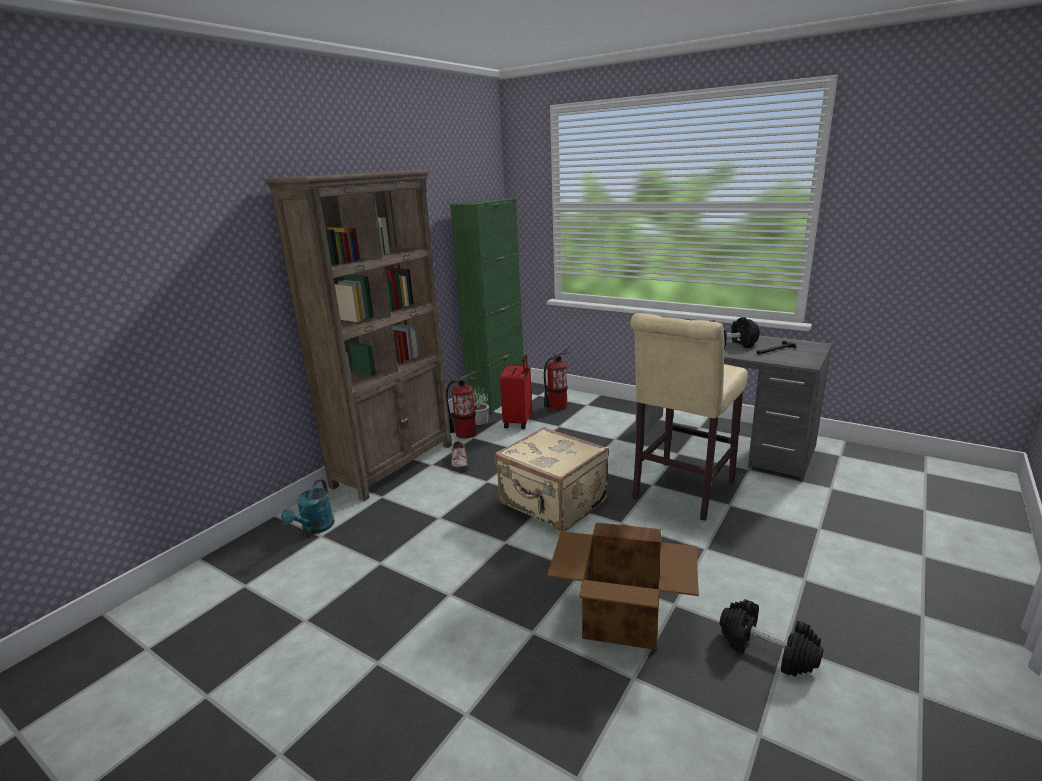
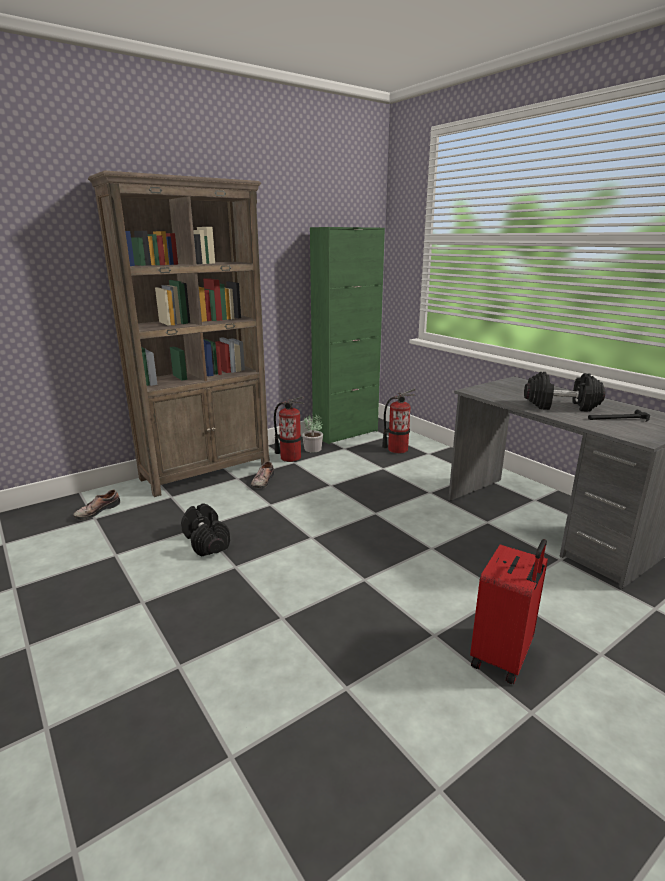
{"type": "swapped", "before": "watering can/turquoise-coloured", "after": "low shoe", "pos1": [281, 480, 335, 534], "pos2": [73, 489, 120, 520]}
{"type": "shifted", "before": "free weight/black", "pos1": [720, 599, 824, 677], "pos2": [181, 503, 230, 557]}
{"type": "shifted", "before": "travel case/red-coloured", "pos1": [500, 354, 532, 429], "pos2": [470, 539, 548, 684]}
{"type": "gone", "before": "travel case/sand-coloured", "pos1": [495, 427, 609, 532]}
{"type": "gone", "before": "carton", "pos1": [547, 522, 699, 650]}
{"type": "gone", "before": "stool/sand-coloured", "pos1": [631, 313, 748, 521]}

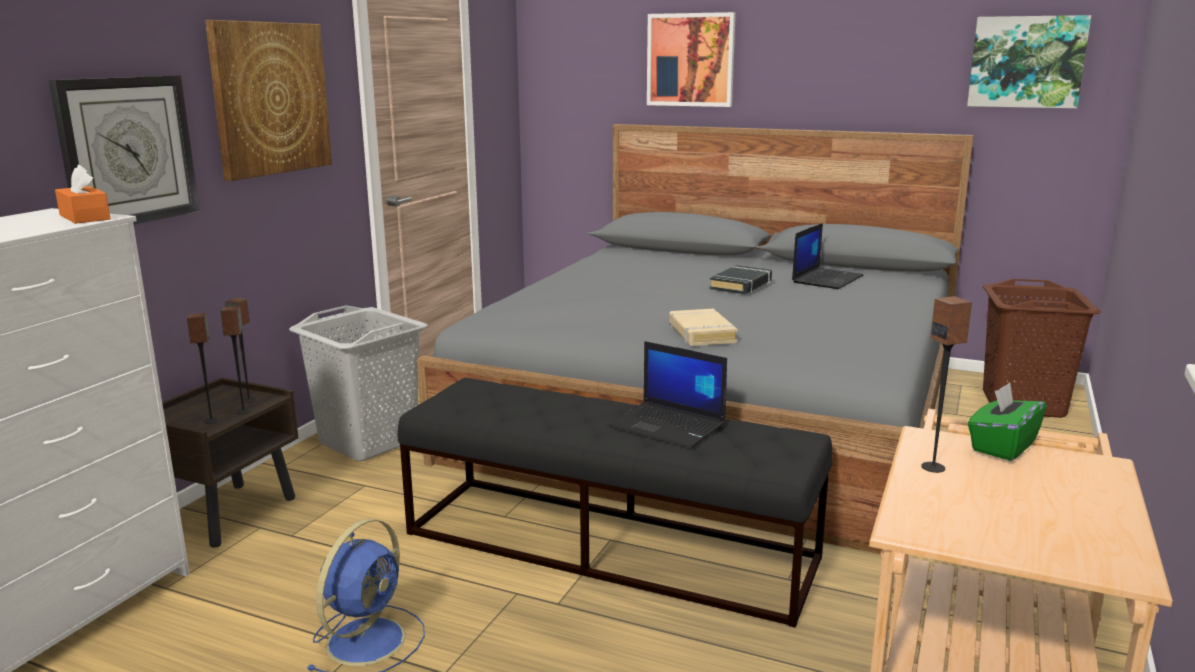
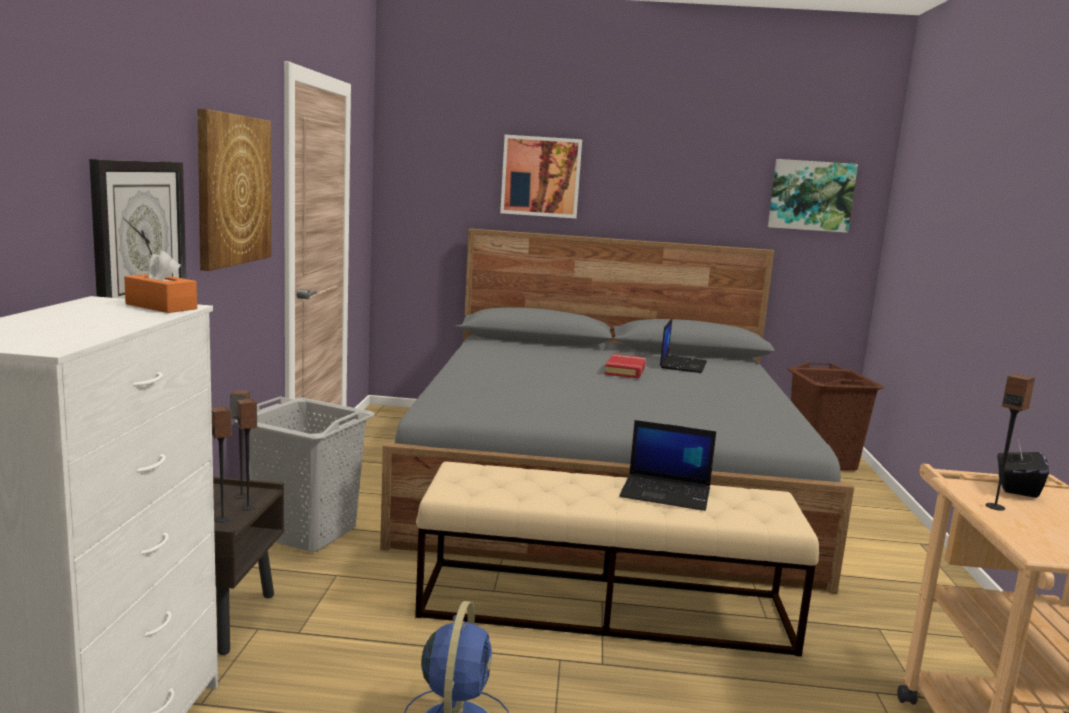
{"type": "repainted", "before": "long seat/black", "after": "long seat/sand-coloured", "pos1": [397, 378, 833, 628], "pos2": [415, 462, 819, 657]}
{"type": "repainted", "before": "book/black", "after": "book/red-coloured", "pos1": [709, 265, 772, 294], "pos2": [605, 354, 646, 378]}
{"type": "repainted", "before": "tissue holder/green-coloured", "after": "tissue holder/black", "pos1": [968, 382, 1047, 461], "pos2": [997, 440, 1049, 498]}
{"type": "gone", "before": "book/sand-coloured", "pos1": [669, 309, 738, 346]}

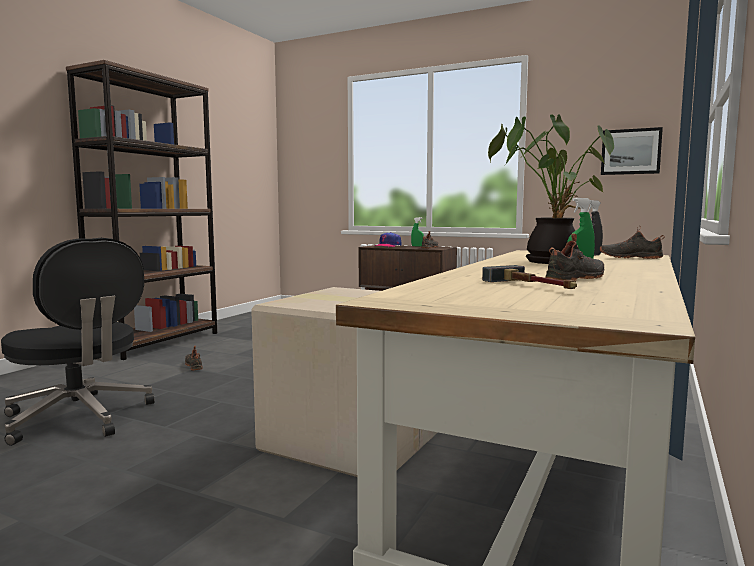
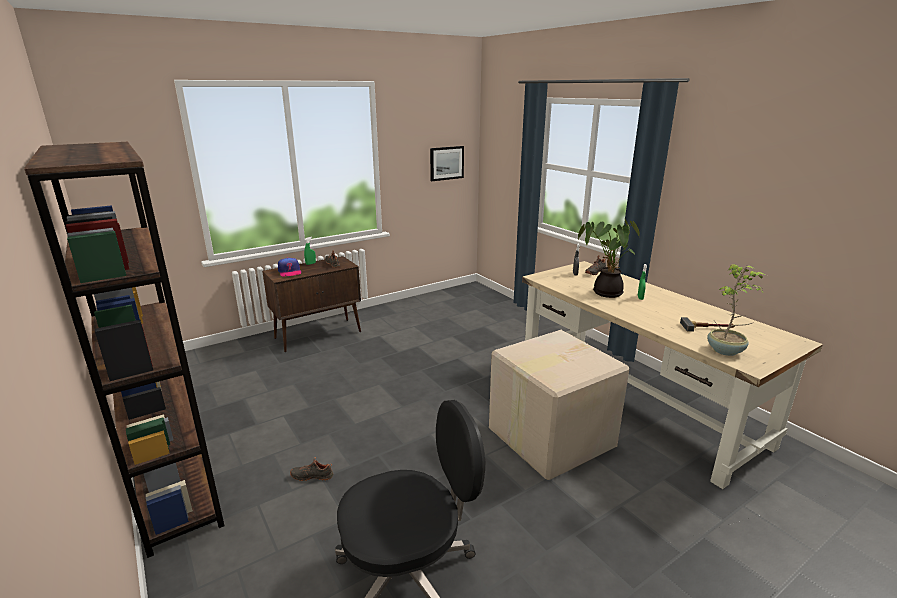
{"type": "new", "after": "plant in a pot", "pos2": [707, 264, 765, 356]}
{"type": "gone", "before": "low shoe/black", "pos1": [545, 233, 604, 281]}

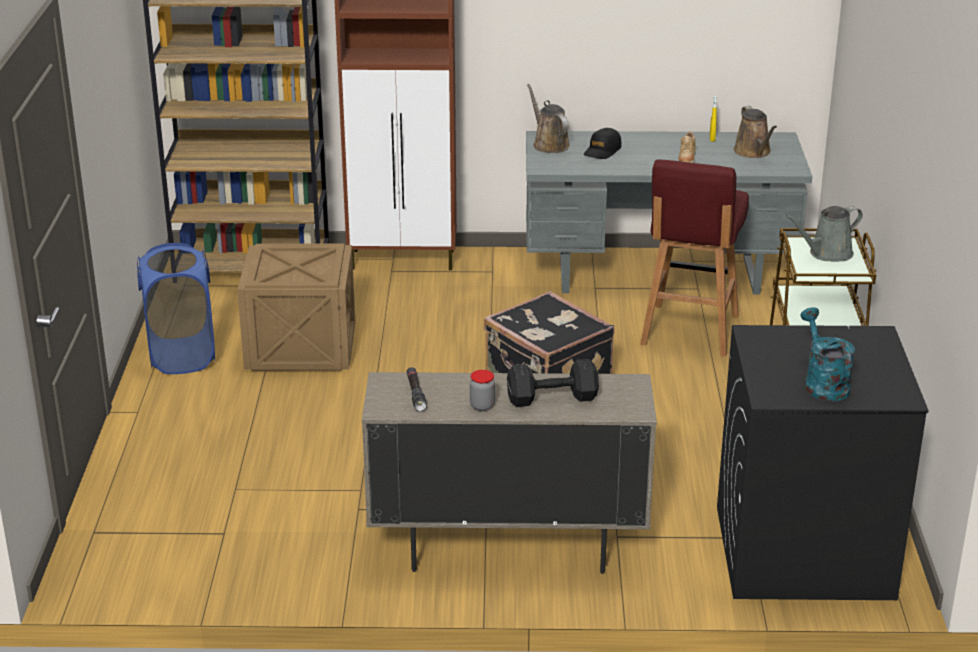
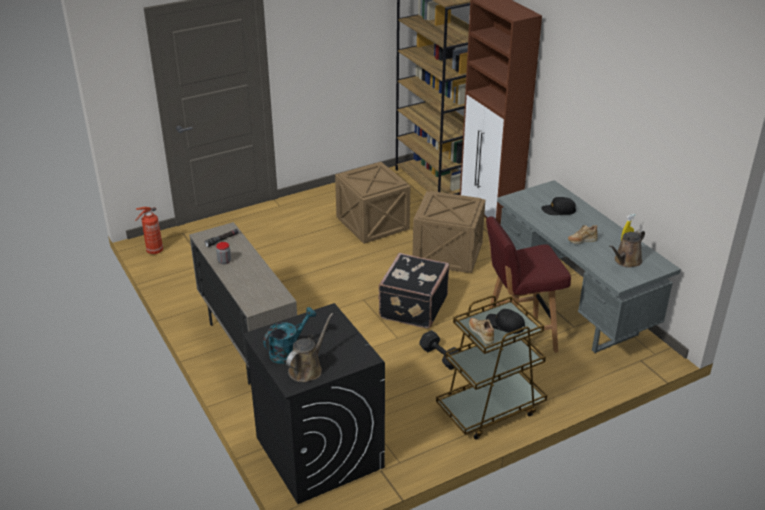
{"type": "new", "after": "extinguisher", "pos2": [135, 207, 163, 254]}
{"type": "shifted", "before": "watering can/brownish", "pos1": [527, 84, 570, 153], "pos2": [286, 313, 333, 382]}
{"type": "new", "after": "shipping crate", "pos2": [413, 191, 485, 273]}
{"type": "shifted", "before": "free weight/black", "pos1": [507, 359, 599, 407], "pos2": [419, 330, 459, 370]}
{"type": "new", "after": "low shoe/sand-coloured", "pos2": [469, 318, 494, 345]}
{"type": "swapped", "before": "watering can/gray", "after": "baseball cap/black", "pos1": [786, 206, 863, 261], "pos2": [486, 309, 525, 334]}
{"type": "gone", "before": "hamper/bluish", "pos1": [137, 243, 215, 374]}

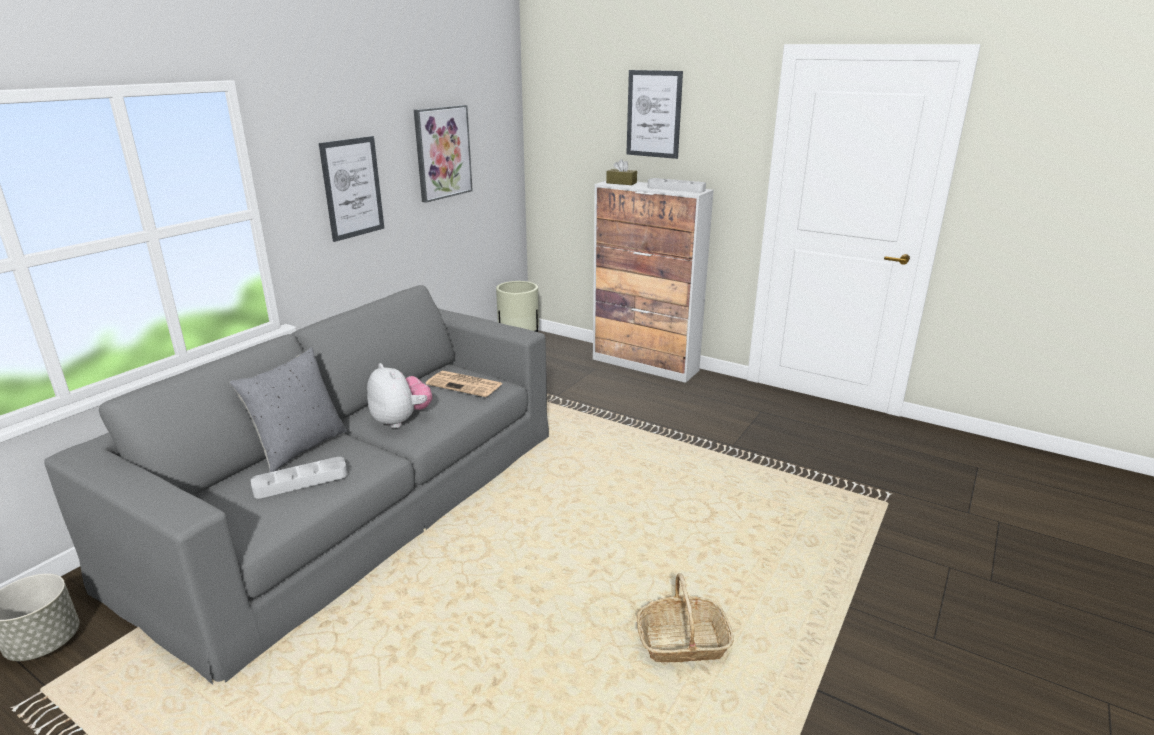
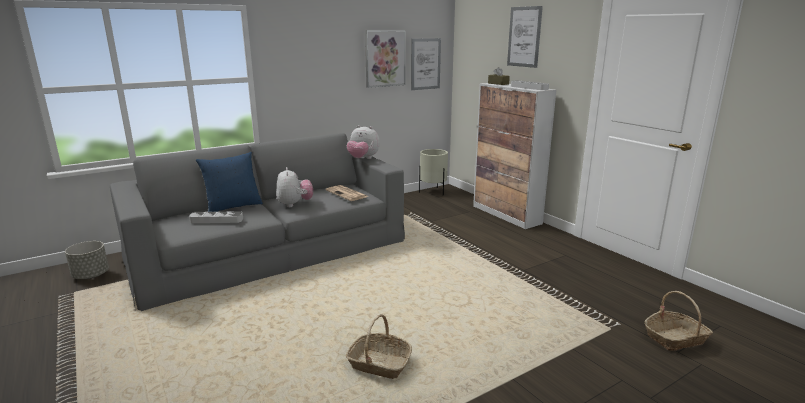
{"type": "repainted", "before": "throw pillow/gray", "after": "throw pillow/bluish", "pos1": [230, 347, 347, 472], "pos2": [196, 152, 263, 212]}
{"type": "new", "after": "cuddly toy", "pos2": [347, 125, 380, 159]}
{"type": "shifted", "before": "wall art", "pos1": [319, 136, 384, 242], "pos2": [411, 38, 441, 90]}
{"type": "new", "after": "basket", "pos2": [644, 291, 713, 351]}

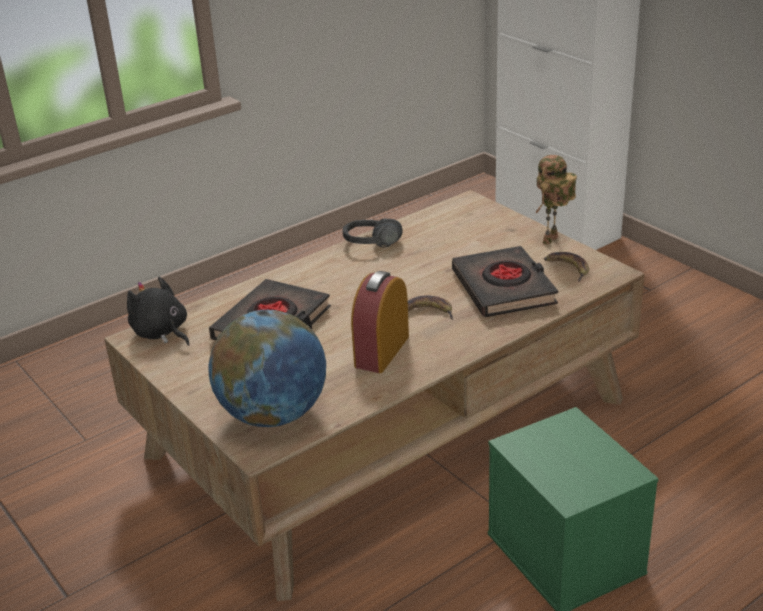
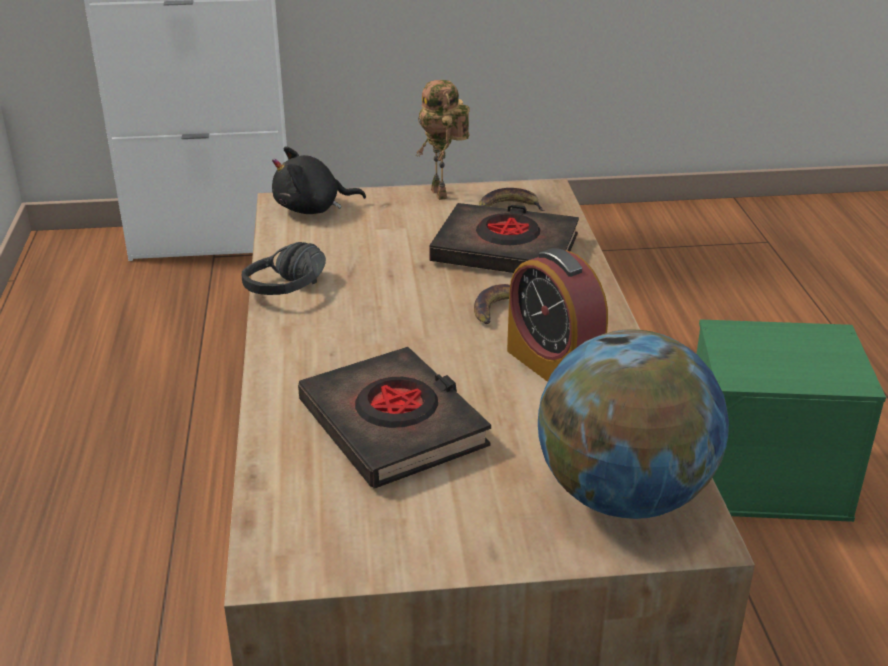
{"type": "shifted", "before": "cuddly toy/black", "pos1": [127, 277, 190, 346], "pos2": [272, 147, 366, 214]}

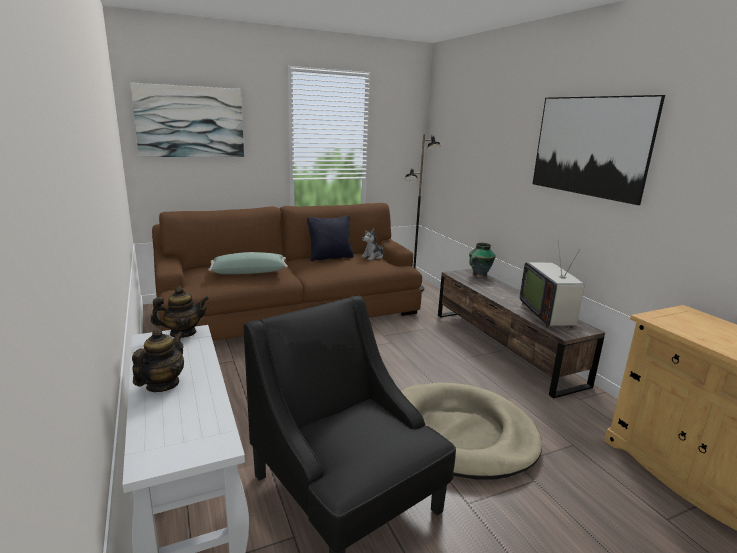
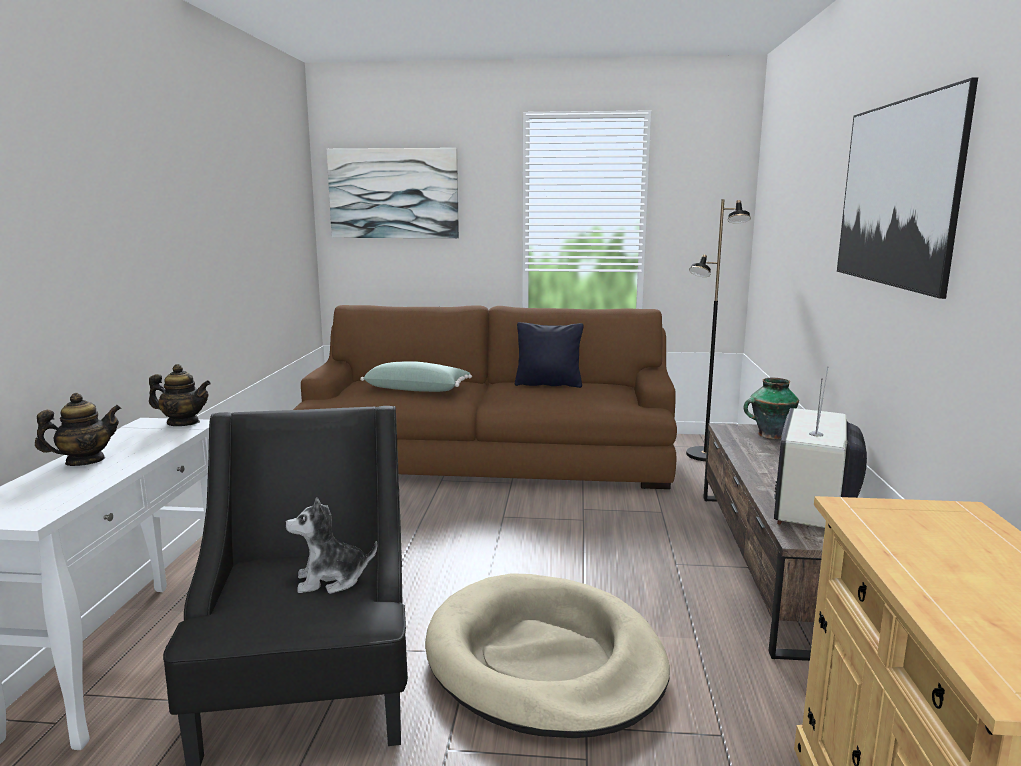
{"type": "shifted", "before": "cuddly toy", "pos1": [361, 228, 385, 260], "pos2": [285, 497, 378, 594]}

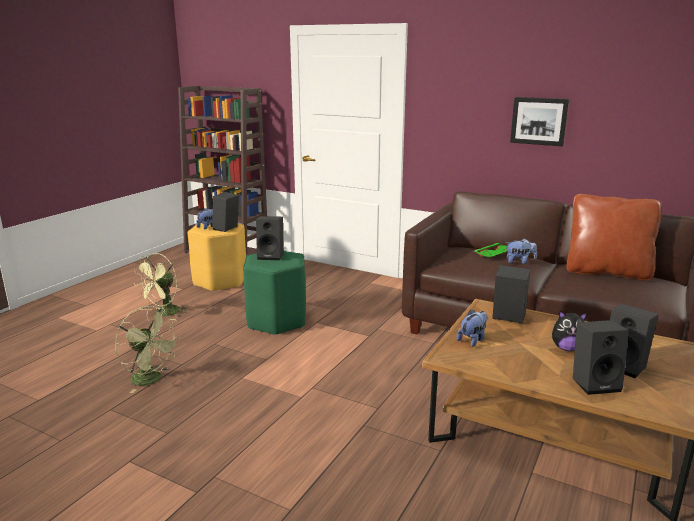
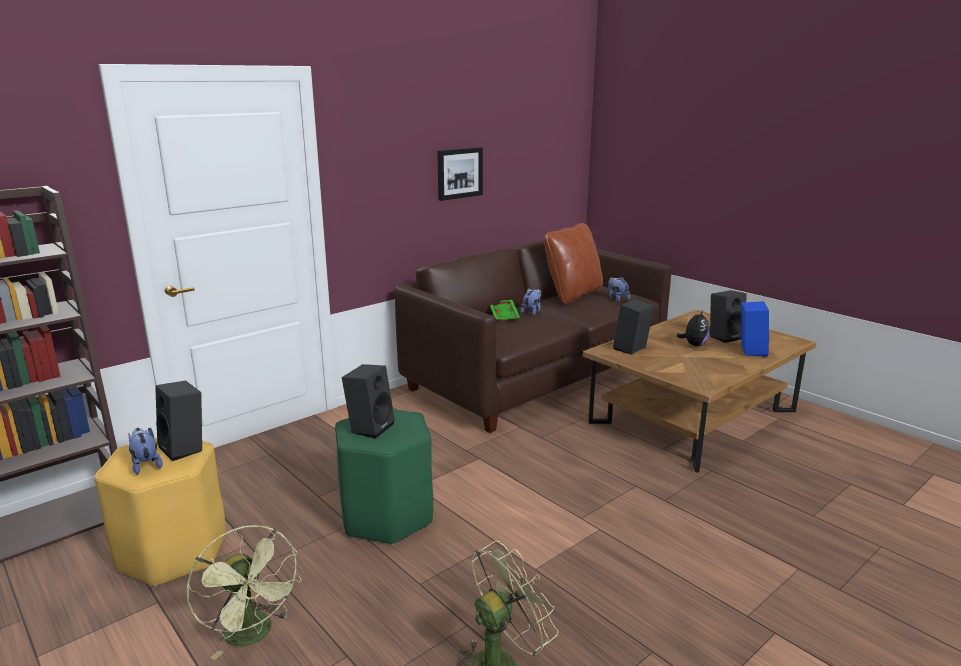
{"type": "shifted", "before": "cuddly toy", "pos1": [457, 310, 487, 347], "pos2": [608, 277, 630, 302]}
{"type": "repainted", "before": "loudspeaker/black", "after": "loudspeaker/bluish", "pos1": [573, 320, 629, 395], "pos2": [741, 301, 769, 357]}

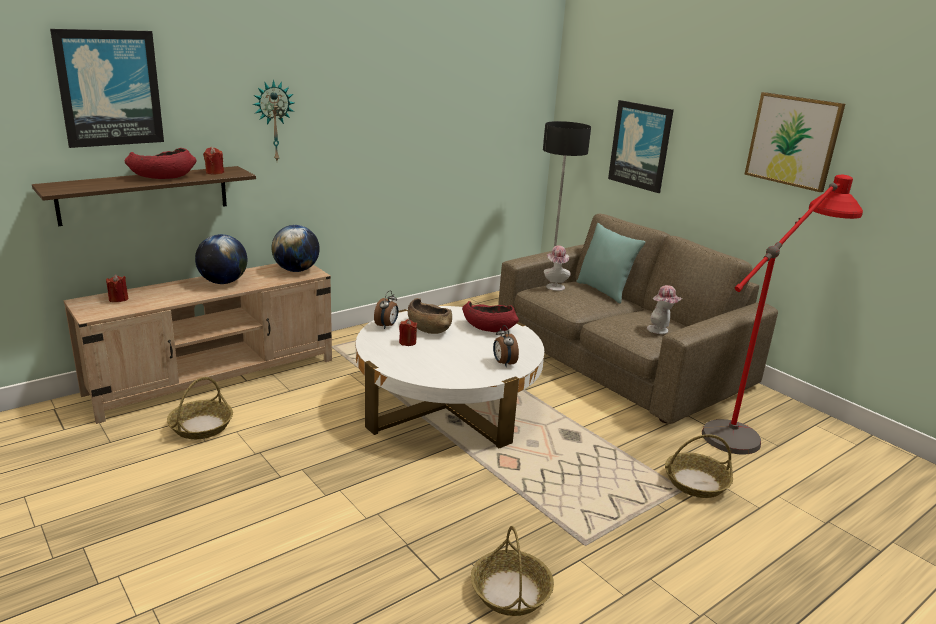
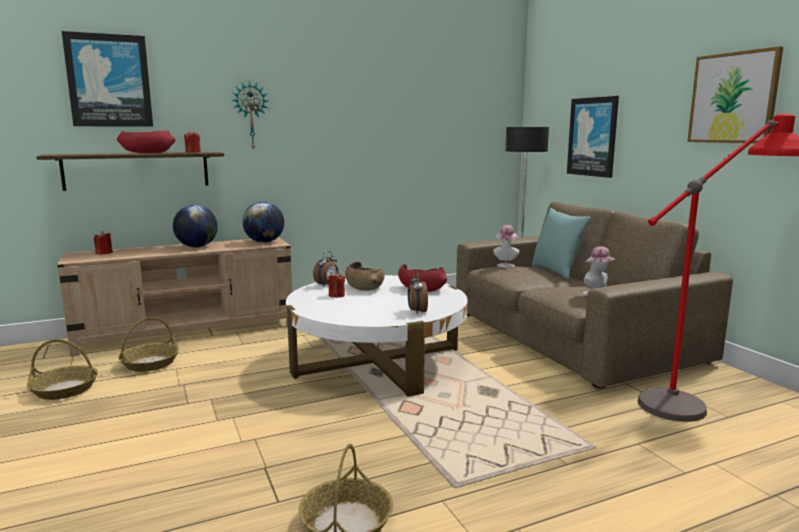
{"type": "shifted", "before": "basket", "pos1": [665, 434, 733, 498], "pos2": [27, 339, 98, 400]}

